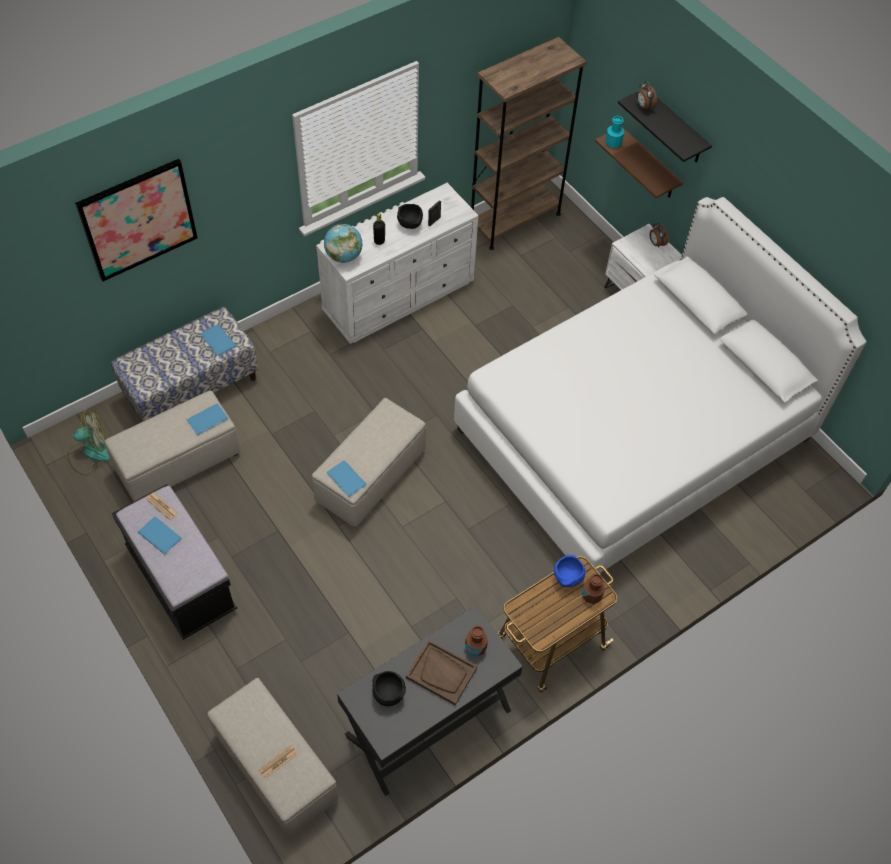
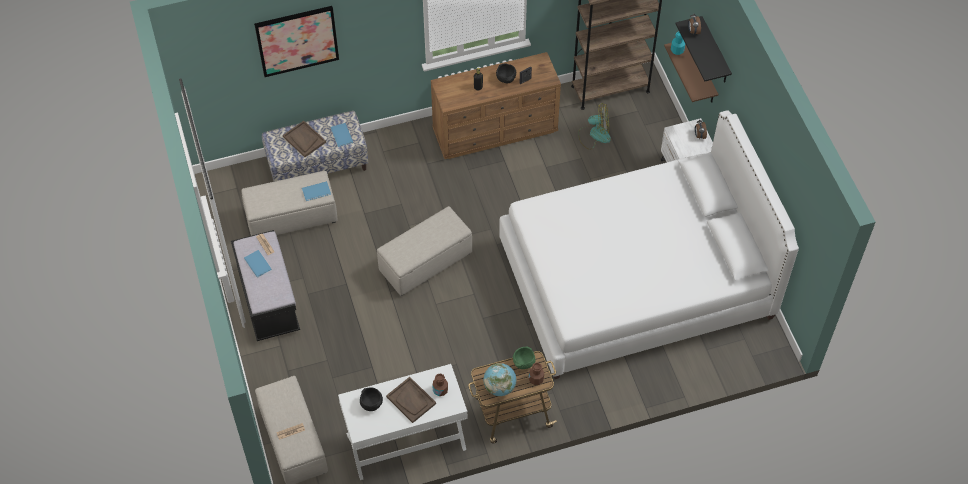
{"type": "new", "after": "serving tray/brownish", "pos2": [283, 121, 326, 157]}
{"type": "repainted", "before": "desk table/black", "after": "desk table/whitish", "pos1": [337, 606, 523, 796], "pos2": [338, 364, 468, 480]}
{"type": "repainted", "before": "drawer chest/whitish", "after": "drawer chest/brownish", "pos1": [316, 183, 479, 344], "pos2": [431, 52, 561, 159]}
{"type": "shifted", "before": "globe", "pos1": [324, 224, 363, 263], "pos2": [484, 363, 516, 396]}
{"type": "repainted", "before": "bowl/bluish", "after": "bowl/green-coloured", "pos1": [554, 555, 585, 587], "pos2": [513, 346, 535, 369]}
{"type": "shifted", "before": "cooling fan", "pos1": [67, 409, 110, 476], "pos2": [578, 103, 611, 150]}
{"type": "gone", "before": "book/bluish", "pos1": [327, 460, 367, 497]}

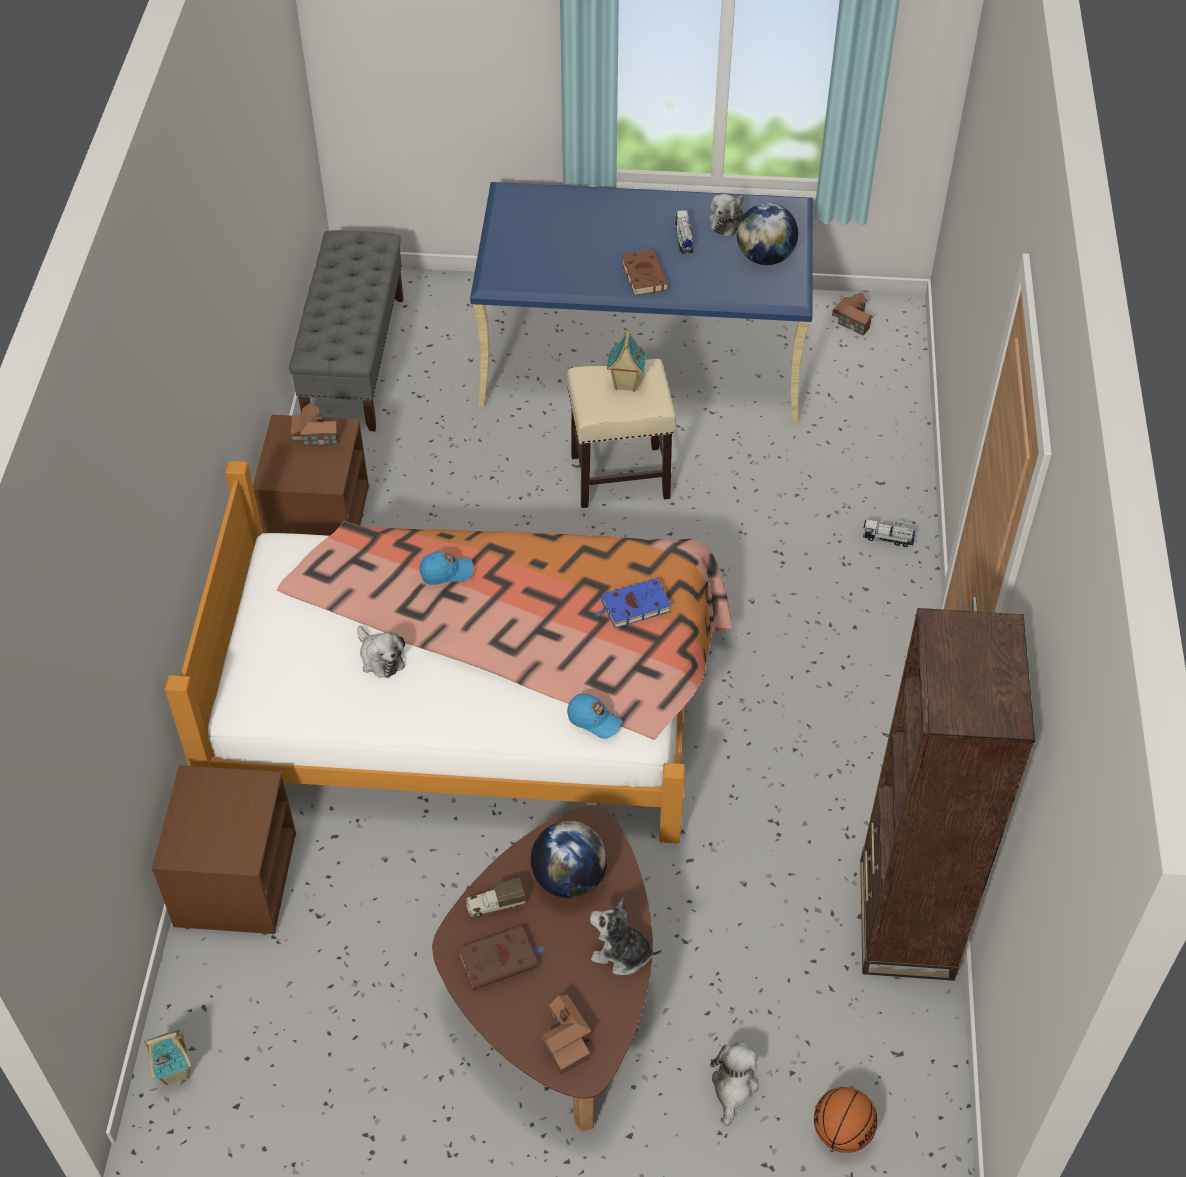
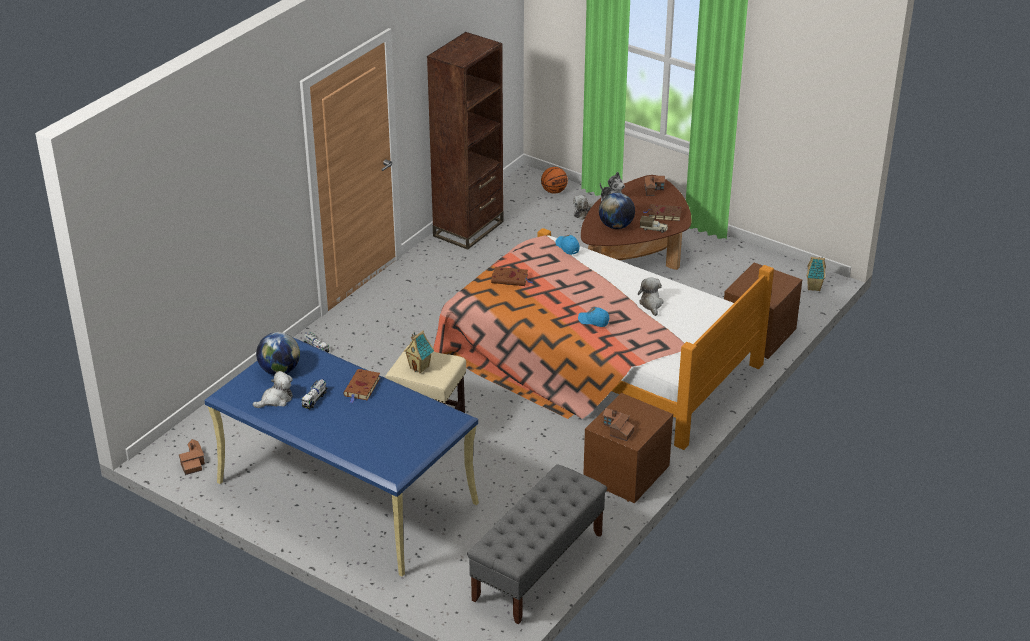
{"type": "repainted", "before": "book/bluish", "after": "book/brownish", "pos1": [594, 578, 671, 628], "pos2": [491, 267, 532, 286]}

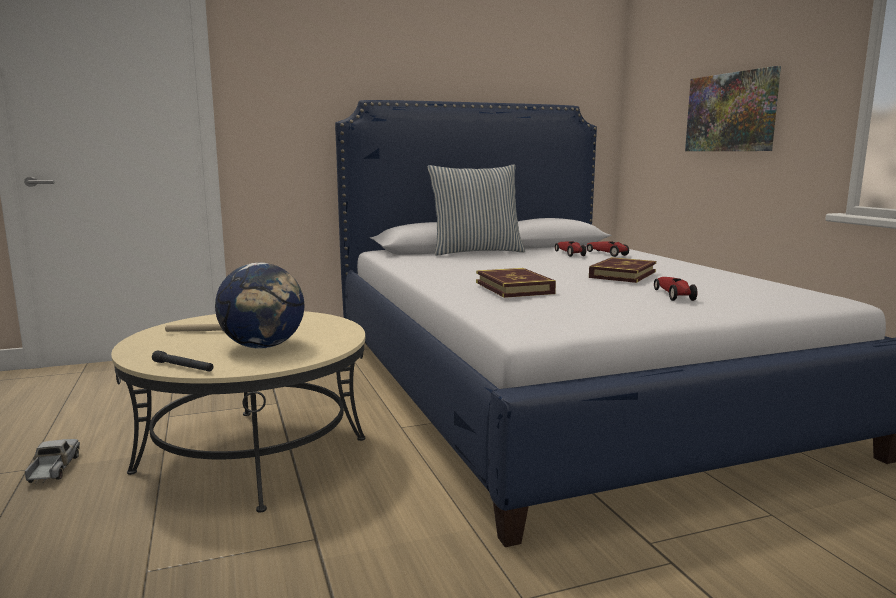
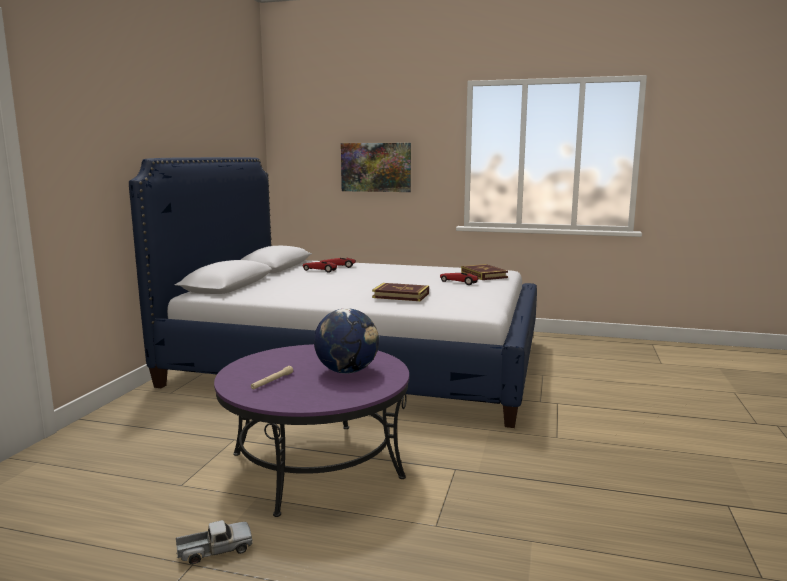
{"type": "rotated", "before": "toy truck", "pos1": [25, 439, 80, 483], "pos2": [176, 520, 253, 564], "turn": 135}
{"type": "repainted", "before": "lounge table/sand-coloured", "after": "lounge table/purplish", "pos1": [111, 311, 365, 512], "pos2": [214, 344, 409, 517]}
{"type": "shifted", "before": "book", "pos1": [589, 257, 656, 283], "pos2": [461, 264, 508, 280]}
{"type": "gone", "before": "torch/black", "pos1": [152, 350, 214, 372]}
{"type": "gone", "before": "throw pillow", "pos1": [428, 165, 525, 256]}

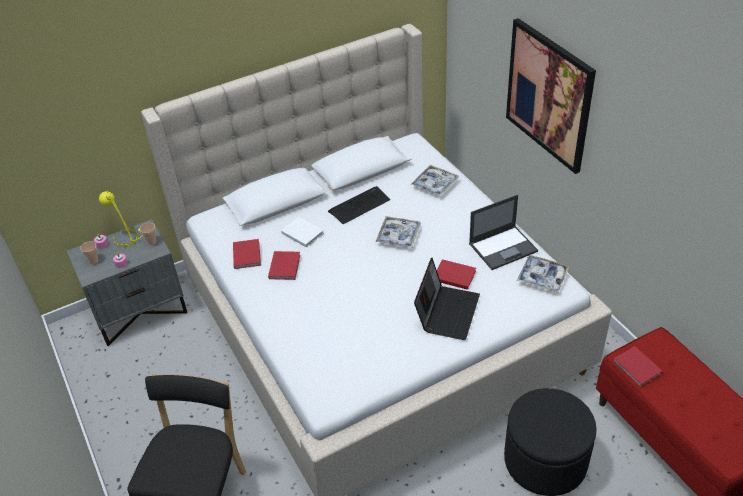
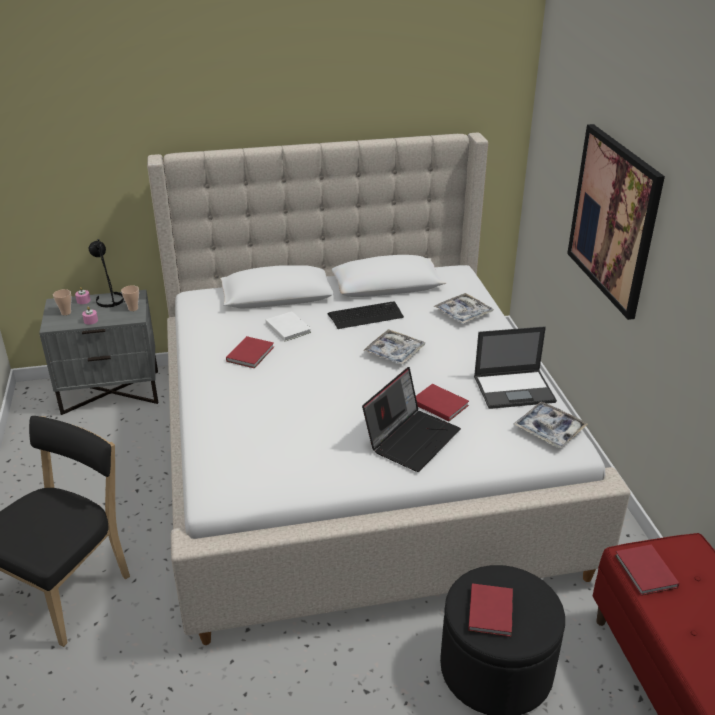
{"type": "repainted", "before": "tabletop lamp/yellow", "after": "tabletop lamp/black", "pos1": [99, 191, 143, 247], "pos2": [89, 239, 125, 308]}
{"type": "shifted", "before": "book/red-coloured", "pos1": [233, 239, 261, 269], "pos2": [468, 583, 513, 637]}

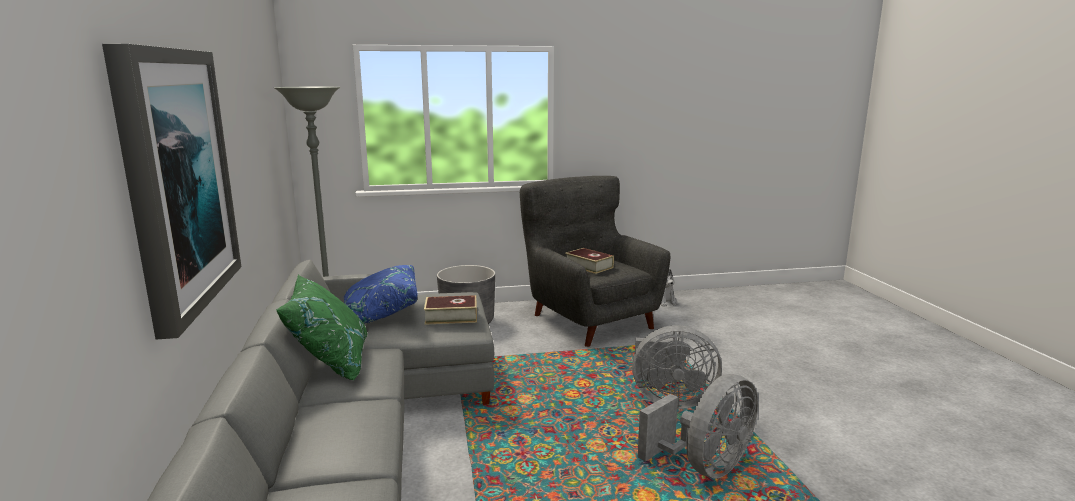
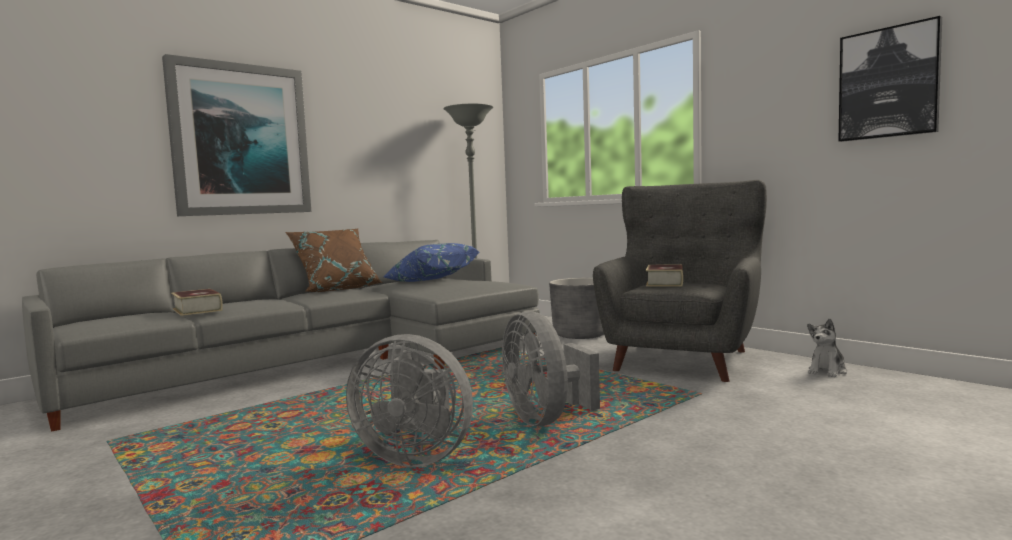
{"type": "shifted", "before": "book", "pos1": [424, 295, 477, 325], "pos2": [171, 289, 223, 316]}
{"type": "repainted", "before": "throw pillow/green-coloured", "after": "throw pillow/brownish", "pos1": [276, 275, 367, 380], "pos2": [285, 228, 383, 292]}
{"type": "new", "after": "wall art", "pos2": [838, 16, 942, 142]}

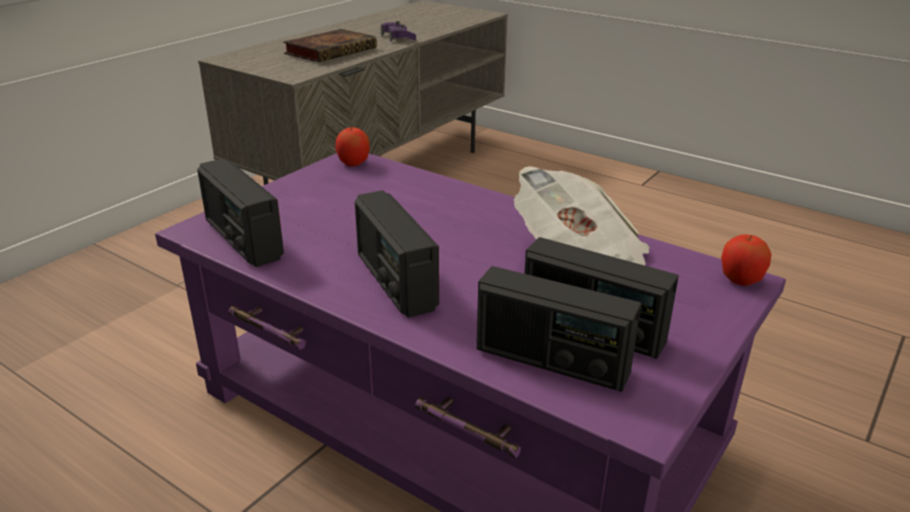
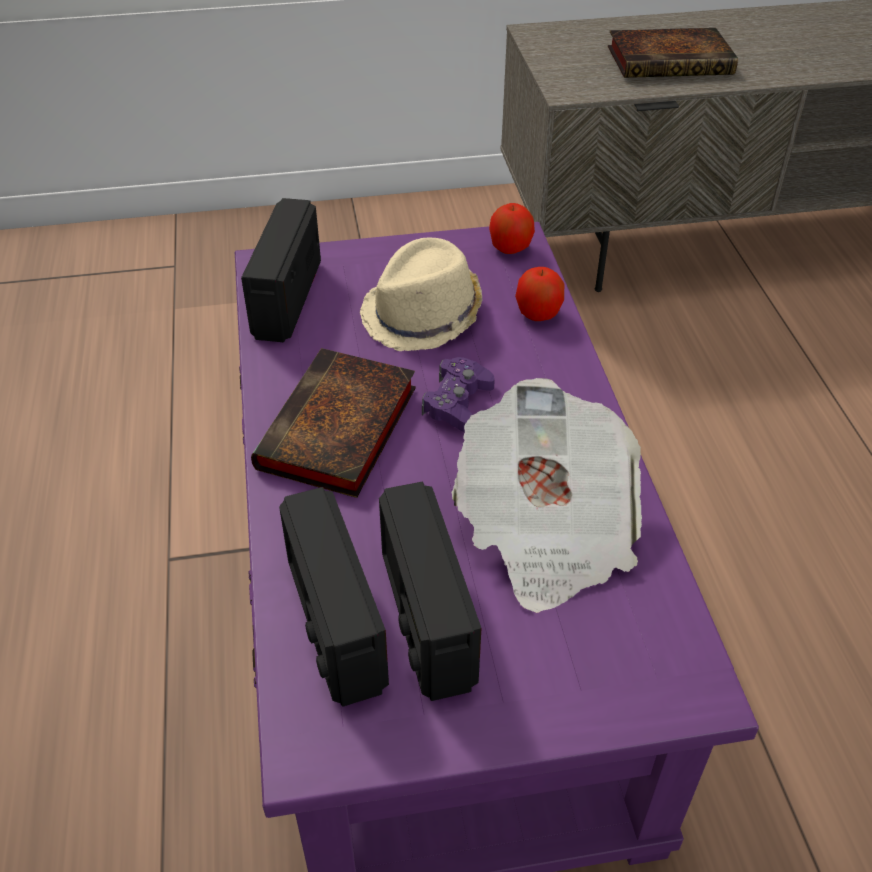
{"type": "swapped", "before": "radio", "after": "book", "pos1": [355, 190, 439, 318], "pos2": [251, 348, 416, 498]}
{"type": "new", "after": "hat/sand-coloured", "pos2": [360, 237, 482, 351]}
{"type": "shifted", "before": "game controller/purplish", "pos1": [381, 21, 416, 42], "pos2": [422, 357, 495, 432]}
{"type": "shifted", "before": "whole apple", "pos1": [721, 234, 772, 286], "pos2": [515, 267, 564, 321]}

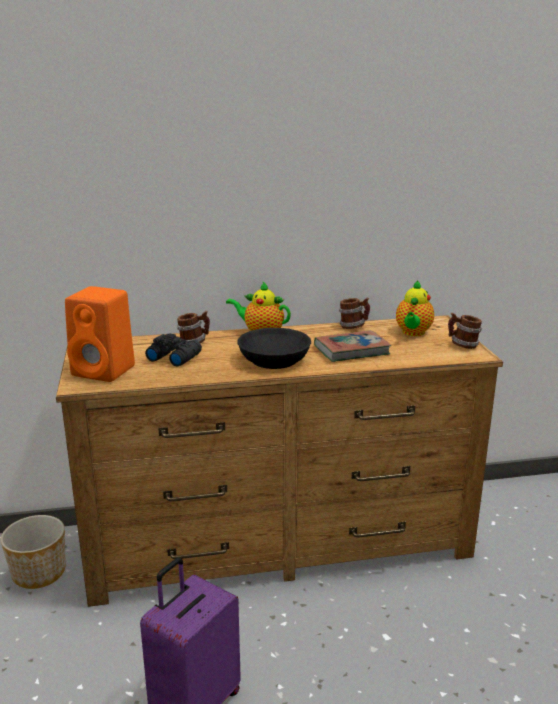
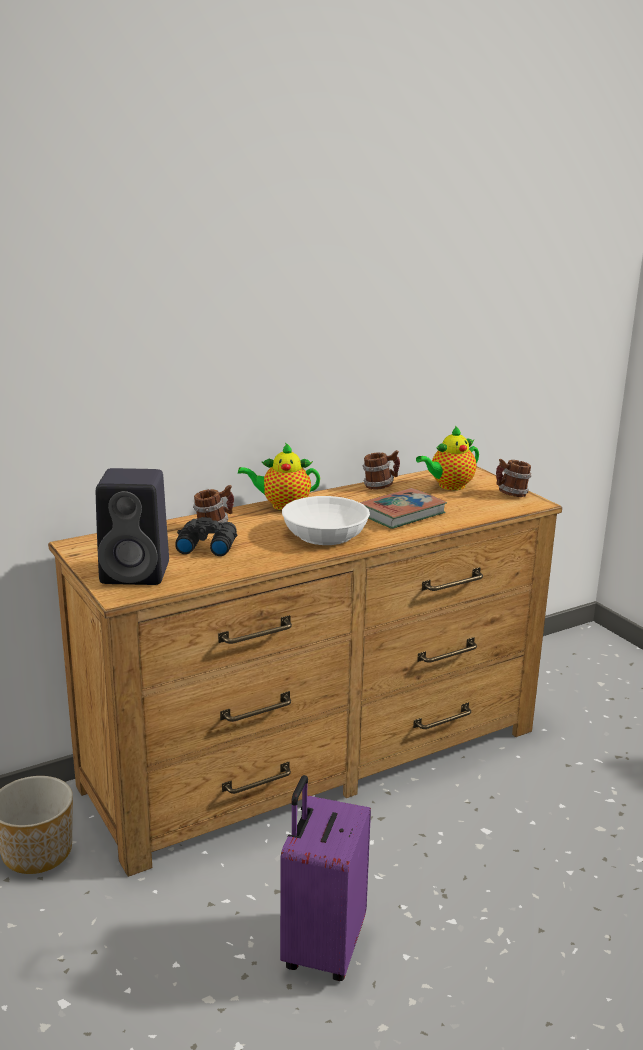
{"type": "repainted", "before": "loudspeaker/orangey", "after": "loudspeaker/black", "pos1": [65, 286, 135, 382], "pos2": [96, 468, 169, 585]}
{"type": "repainted", "before": "bowl/black", "after": "bowl/whitish", "pos1": [237, 328, 311, 369], "pos2": [282, 496, 370, 545]}
{"type": "rotated", "before": "pot for tea", "pos1": [396, 280, 434, 336], "pos2": [416, 426, 479, 490], "turn": 60}

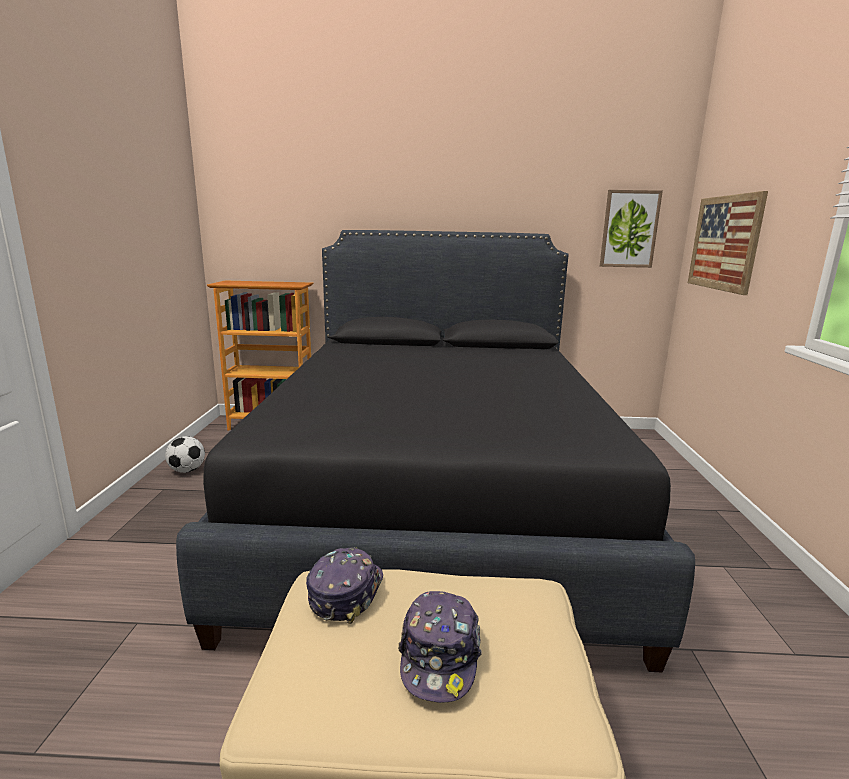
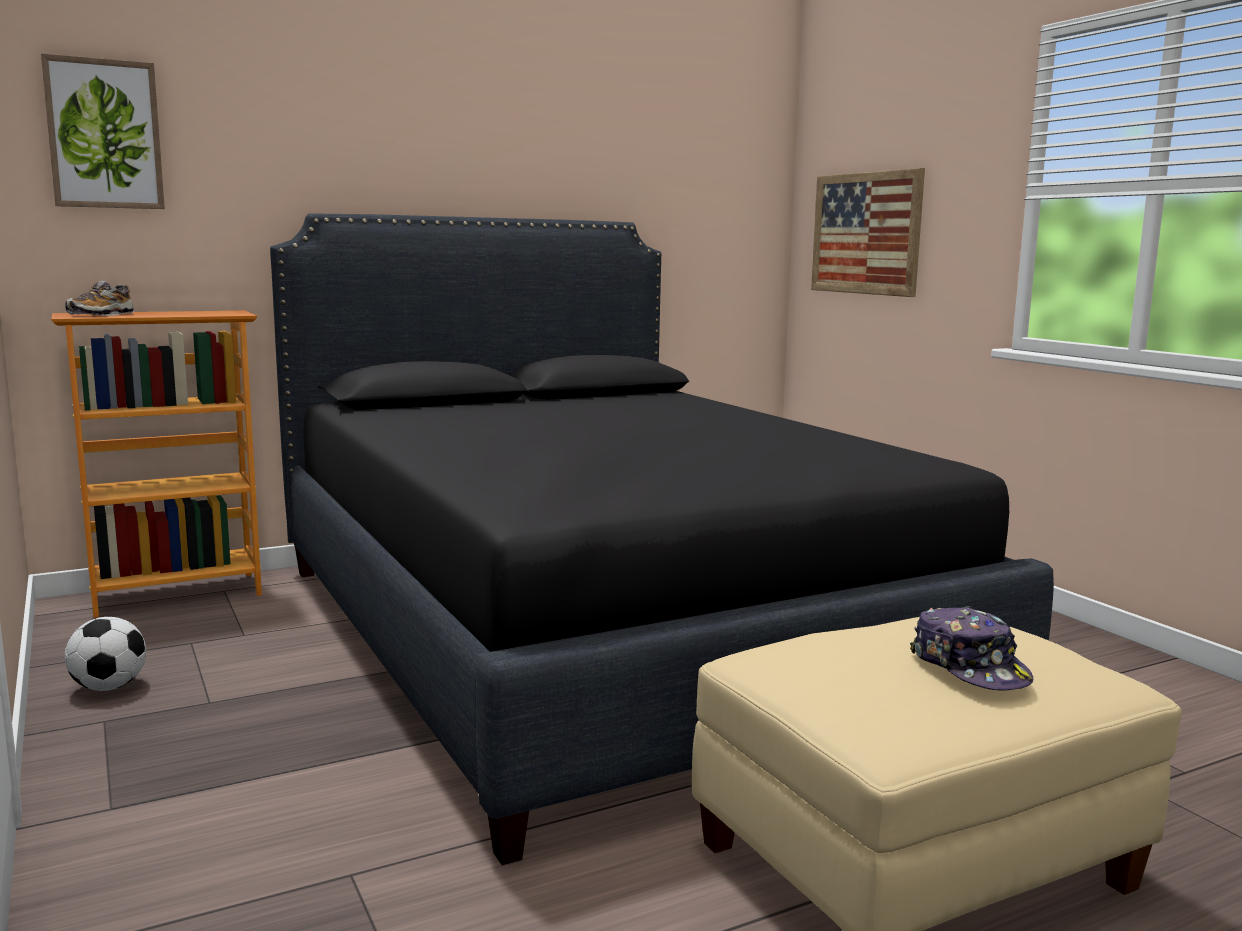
{"type": "shifted", "before": "wall art", "pos1": [600, 190, 663, 268], "pos2": [41, 54, 165, 209]}
{"type": "new", "after": "low shoe", "pos2": [65, 281, 135, 316]}
{"type": "gone", "before": "baseball cap", "pos1": [306, 547, 383, 624]}

